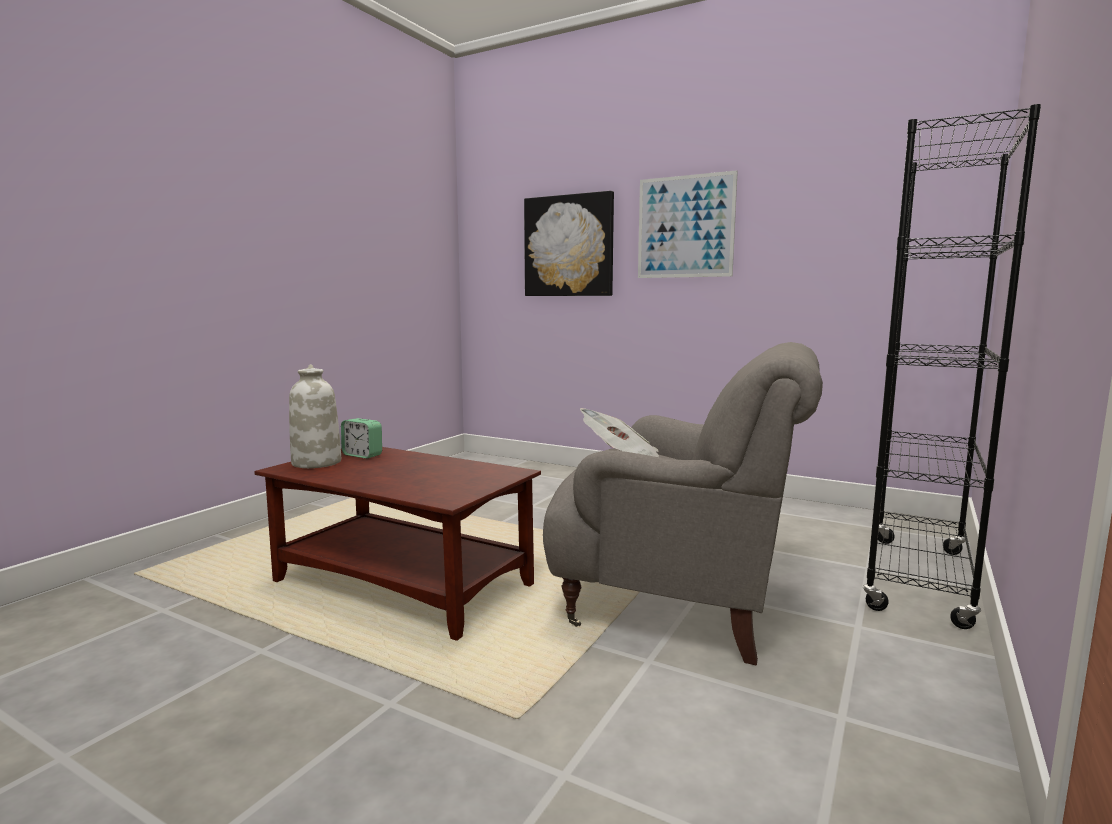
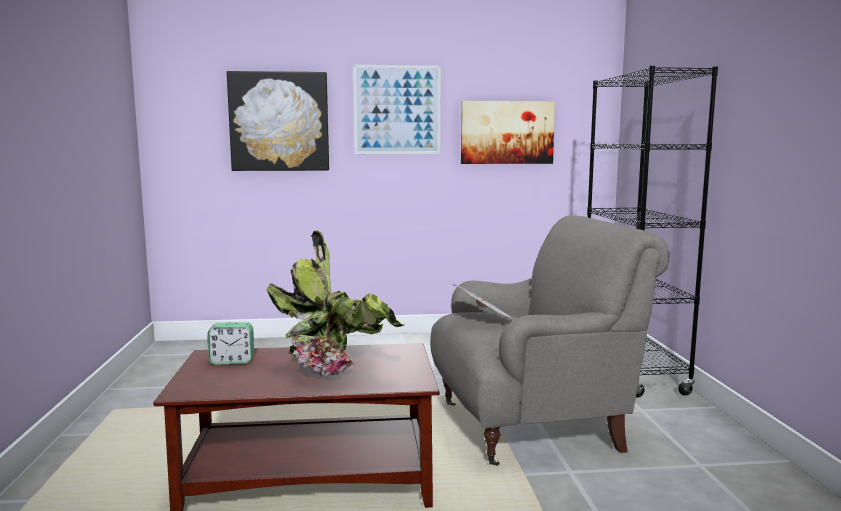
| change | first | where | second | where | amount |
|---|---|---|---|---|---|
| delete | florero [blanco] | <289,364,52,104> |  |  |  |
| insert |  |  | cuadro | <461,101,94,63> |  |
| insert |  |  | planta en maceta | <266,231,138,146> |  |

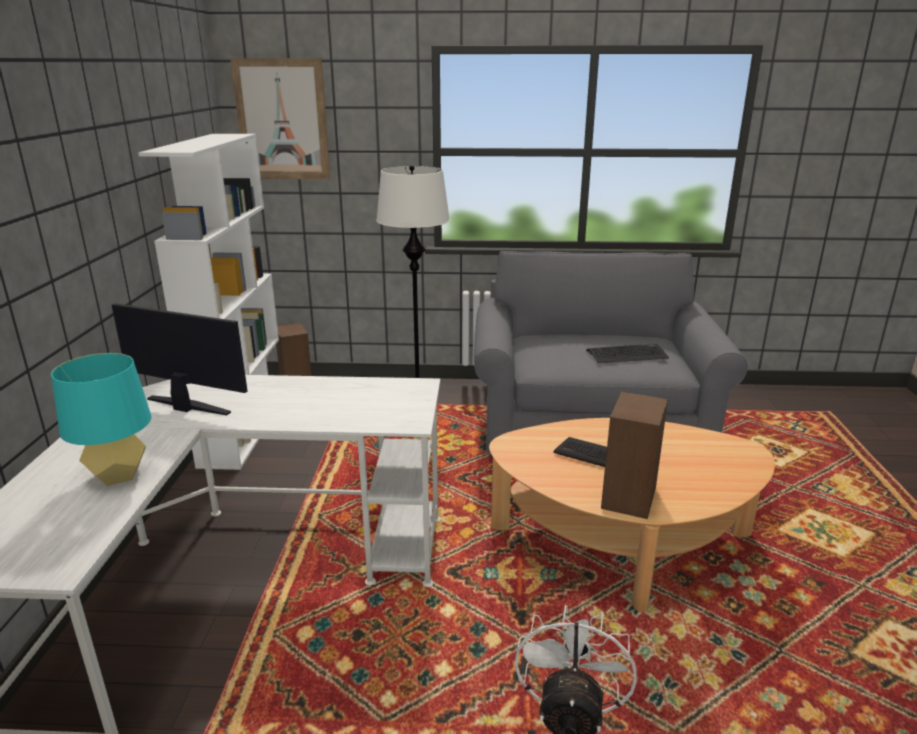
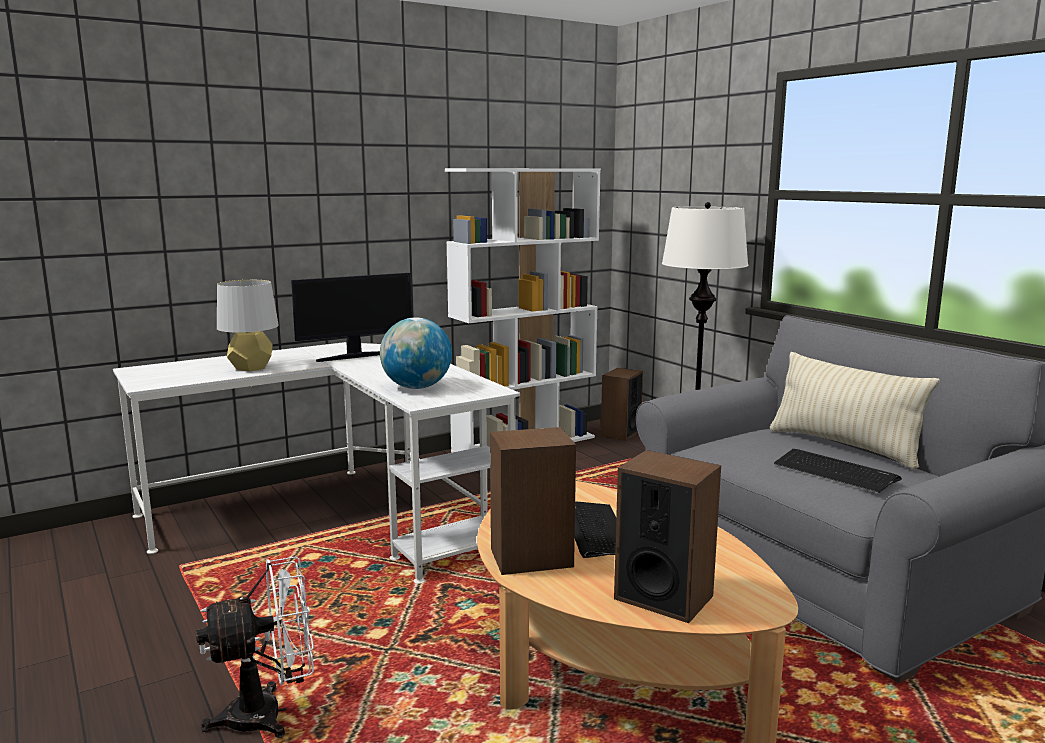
| change | first | where | second | where | amount |
|---|---|---|---|---|---|
| delete | cuadro | <230,58,100,121> |  |  |  |
| rotate | monitor | <112,303,136,112> |  | <291,273,121,89> | 75 degrees clockwise |
| recolor | lámpara de mesa [turquesa] | <51,353,101,133> | lámpara de mesa [gris] | <217,280,62,91> |  |
| insert |  |  | globo terráqueo | <380,318,72,71> |  |
| insert |  |  | cojín [beis] | <770,352,169,117> |  |
| insert |  |  | altavoz | <614,450,107,173> |  |

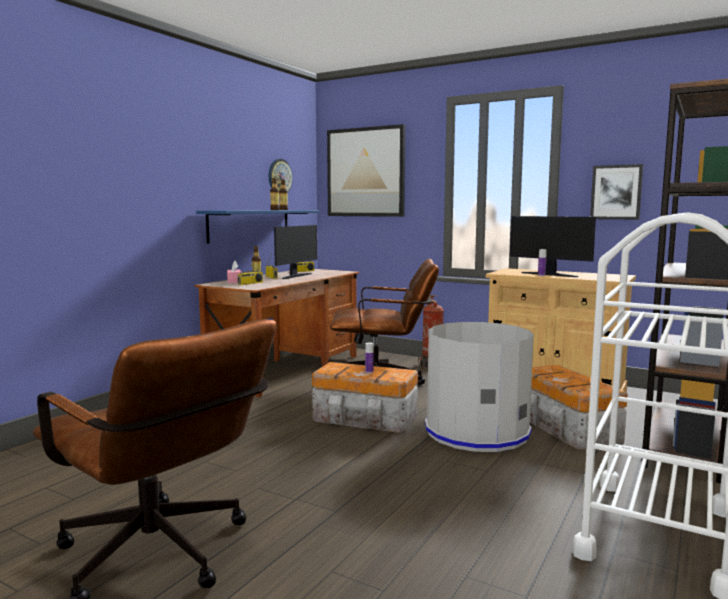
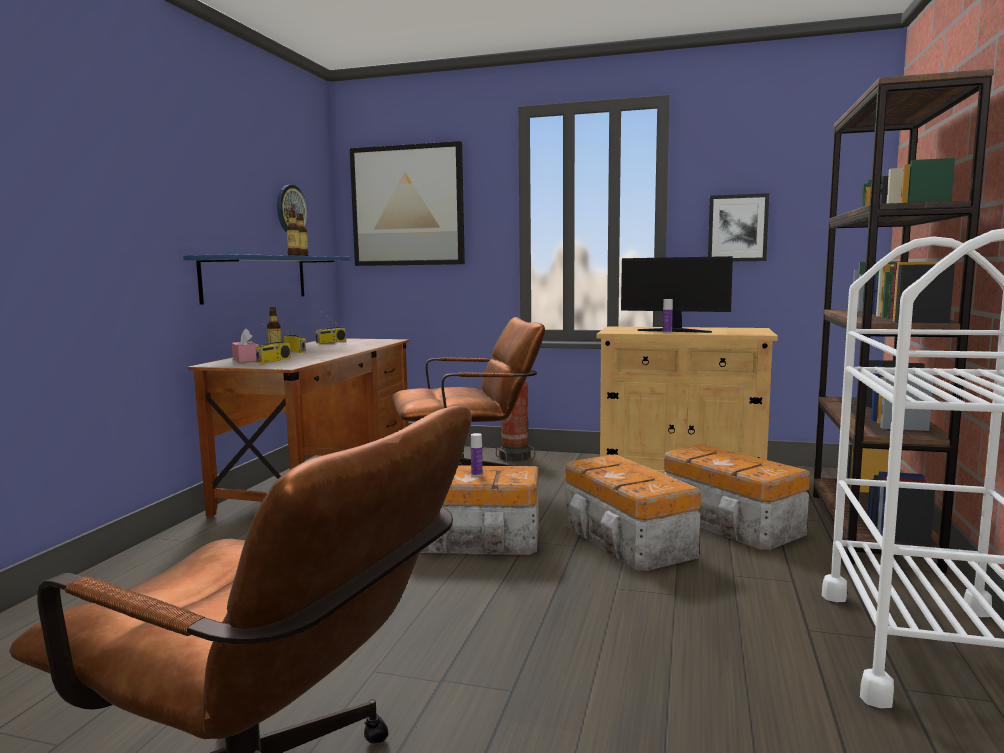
| change | first | where | second | where | amount |
|---|---|---|---|---|---|
| delete | monitor | <274,225,43,54> |  |  |  |
| replace | papelera [gris] | <425,322,109,130> | caja de almacenaje | <566,454,135,117> |  |

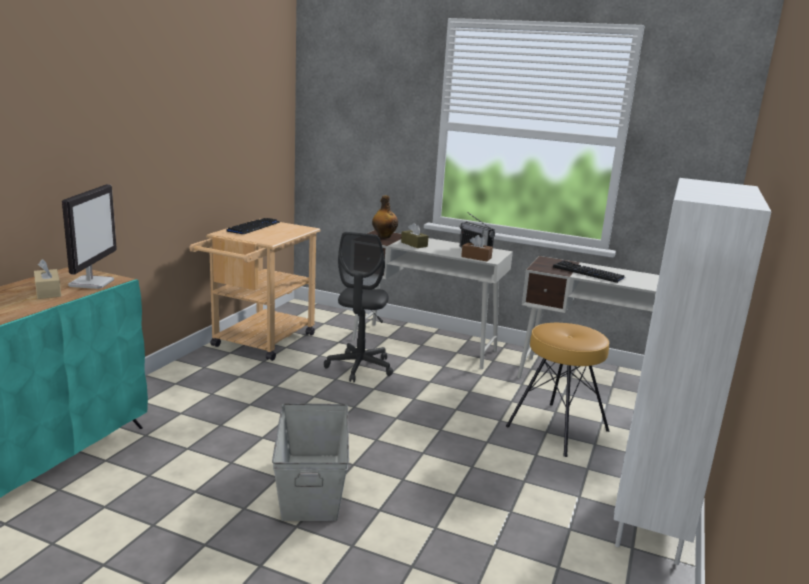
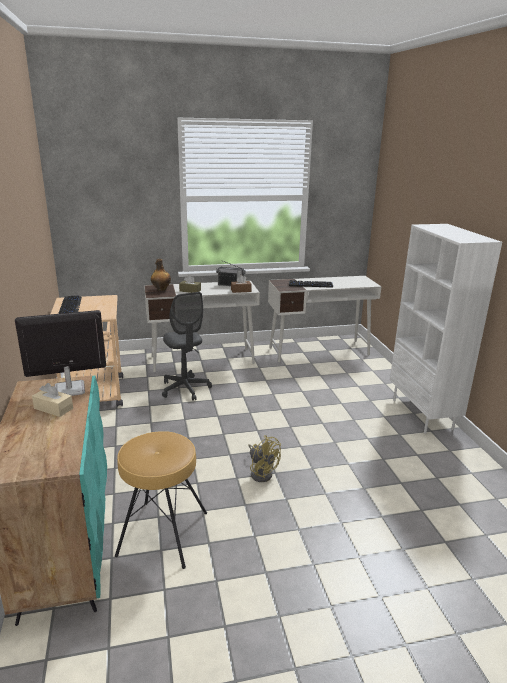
| change | first | where | second | where | amount |
|---|---|---|---|---|---|
| rotate | monitor | <62,184,55,105> |  | <15,310,91,86> | 75 degrees counterclockwise |
| move | taburete [marrón] | <506,323,103,134> |  | <115,431,92,138> |  |
| replace | caja de almacenaje [gris] | <272,403,77,118> | ventilador [amarillo] | <248,435,33,47> |  |

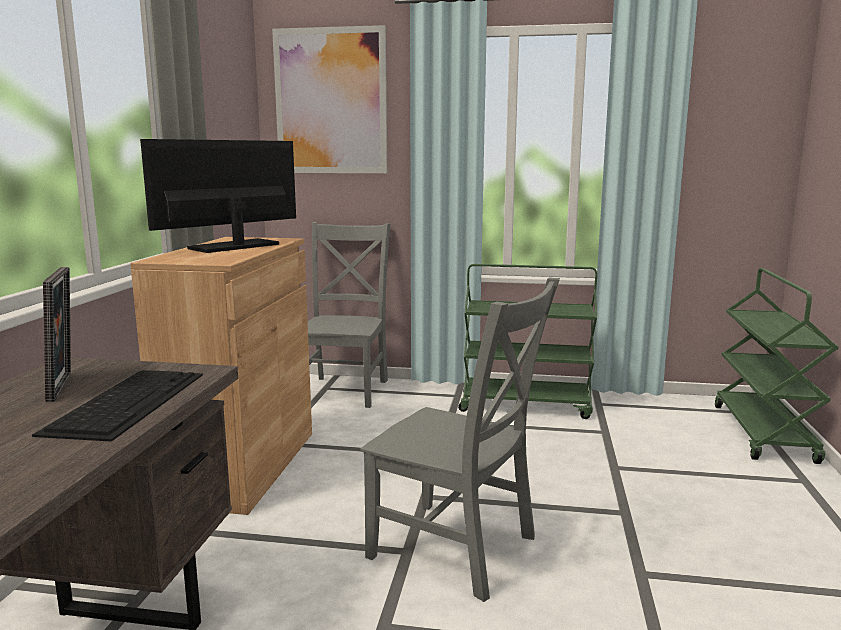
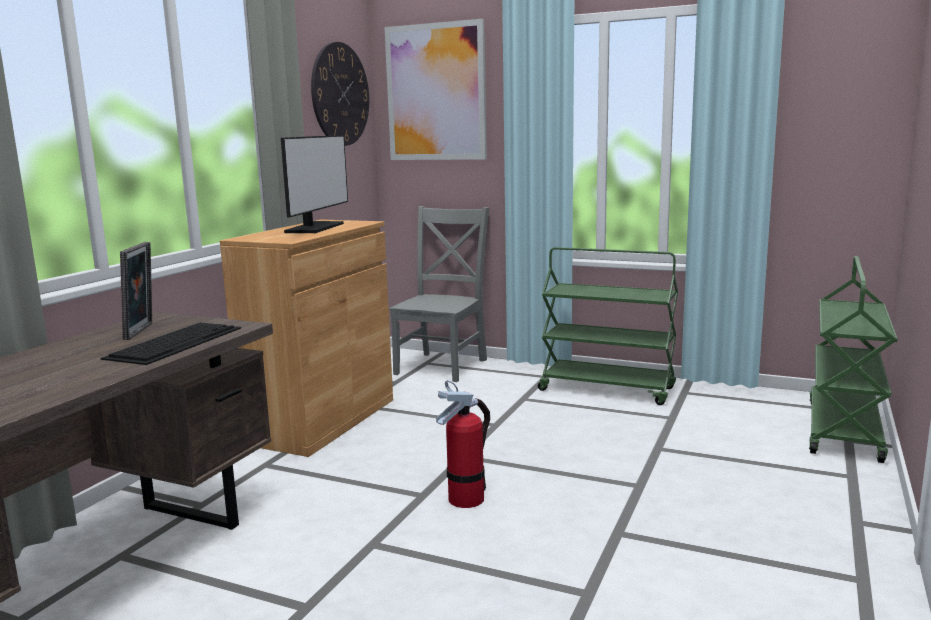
| change | first | where | second | where | amount |
|---|---|---|---|---|---|
| rotate | monitor | <140,139,156,114> |  | <281,135,67,98> | 135 degrees clockwise |
| replace | silla [gris] | <361,278,199,324> | extintor | <436,380,54,128> |  |
| insert |  |  | reloj de pared | <311,42,58,104> |  |

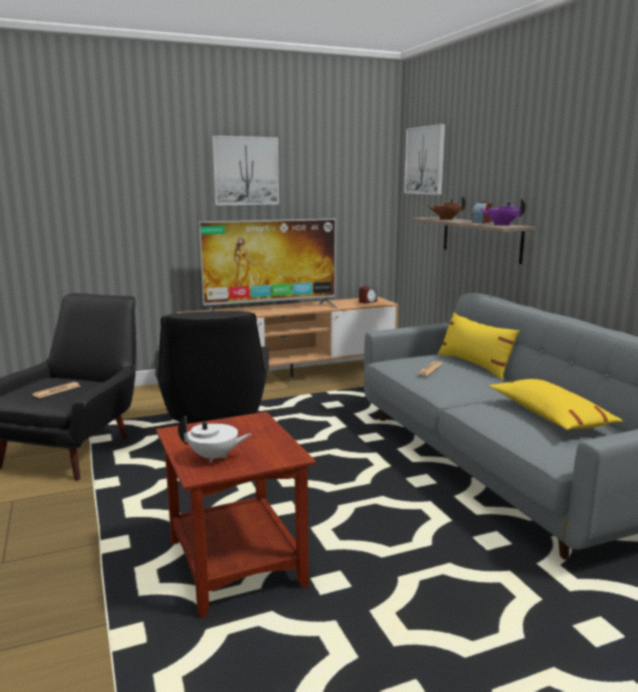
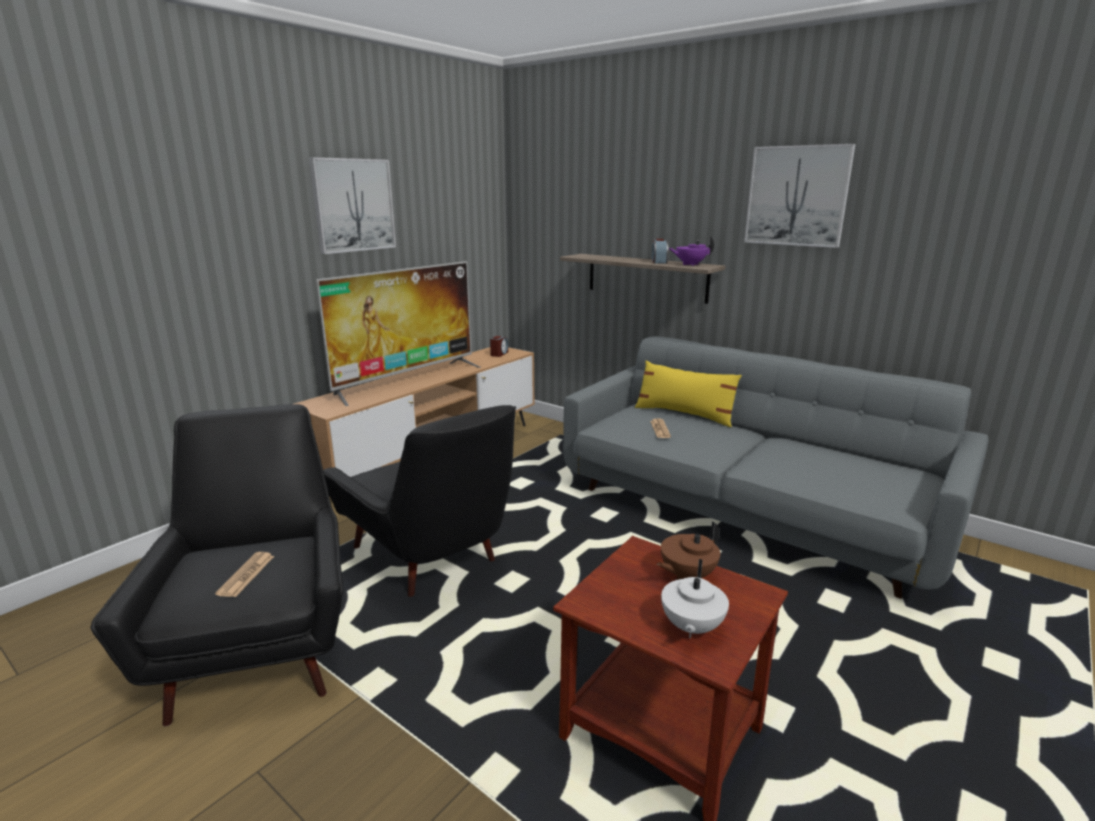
| change | first | where | second | where | amount |
|---|---|---|---|---|---|
| move | cuadro | <404,124,41,71> |  | <744,144,111,104> |  |
| move | tetera [marrón] | <427,196,39,24> |  | <657,522,63,58> |  |
| delete | cojín [amarillo] | <489,379,134,51> |  |  |  |
| rotate | tetera [blanco] | <178,416,74,47> |  | <661,559,68,79> | 135 degrees clockwise |

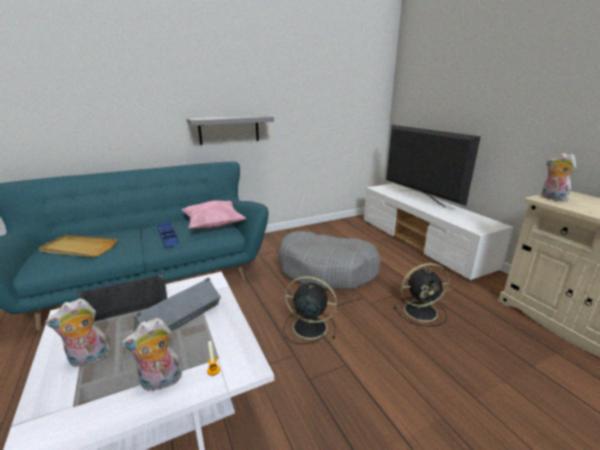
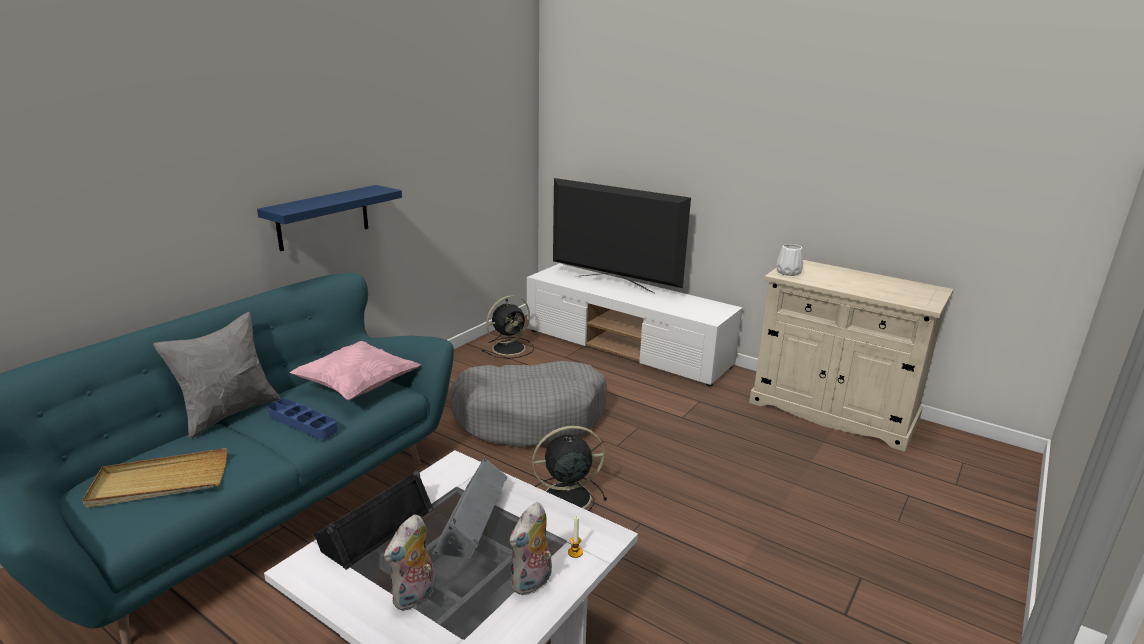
| change | first | where | second | where | amount |
|---|---|---|---|---|---|
| recolor | estante [gris] | <187,115,87,30> | estante [azul] | <257,185,145,66> |  |
| replace | peluche | <542,153,34,49> | florero [blanco] | <776,244,27,32> |  |
| move | ventilador [negro] | <394,263,55,64> |  | <482,295,52,64> |  |
| insert |  |  | cojín [gris] | <153,312,128,127> |  |

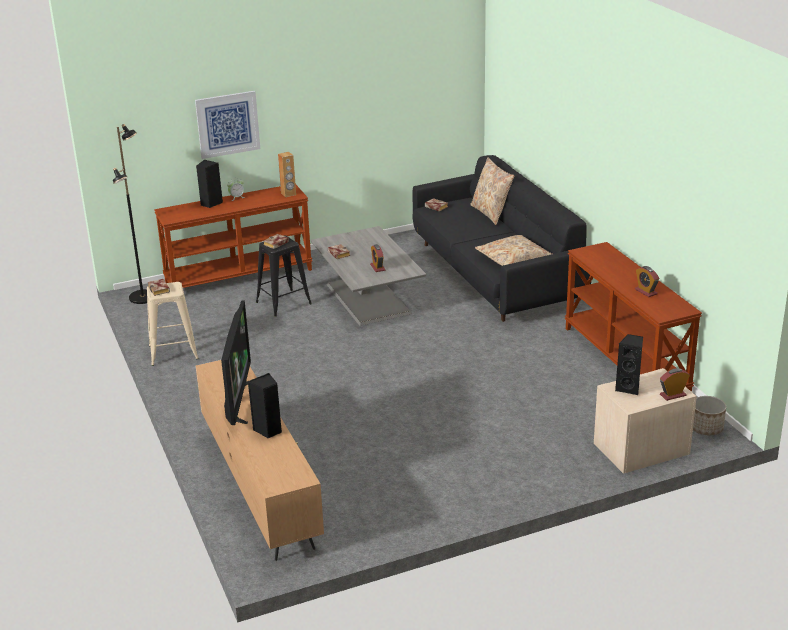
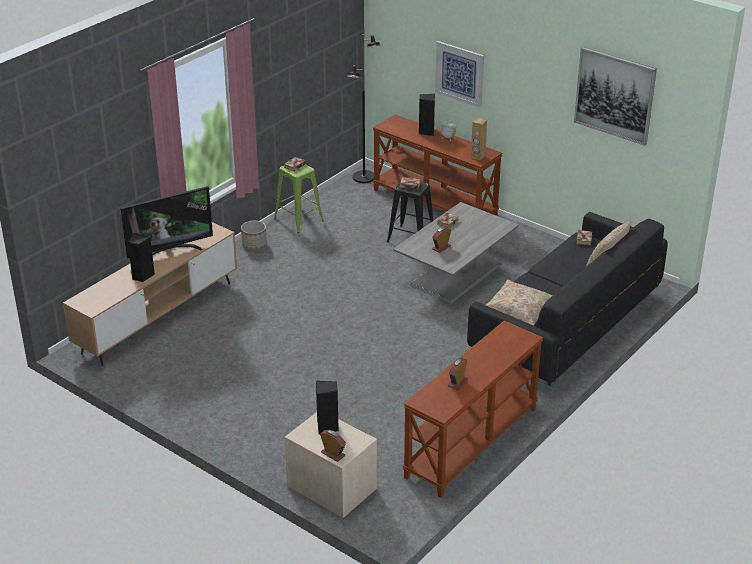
| change | first | where | second | where | amount |
|---|---|---|---|---|---|
| recolor | taburete [beis] | <147,282,52,84> | taburete [verde] | <274,164,50,69> |  |
| move | maceta | <693,396,33,39> |  | <241,221,26,29> |  |
| insert |  |  | cuadro | <574,47,83,99> |  |

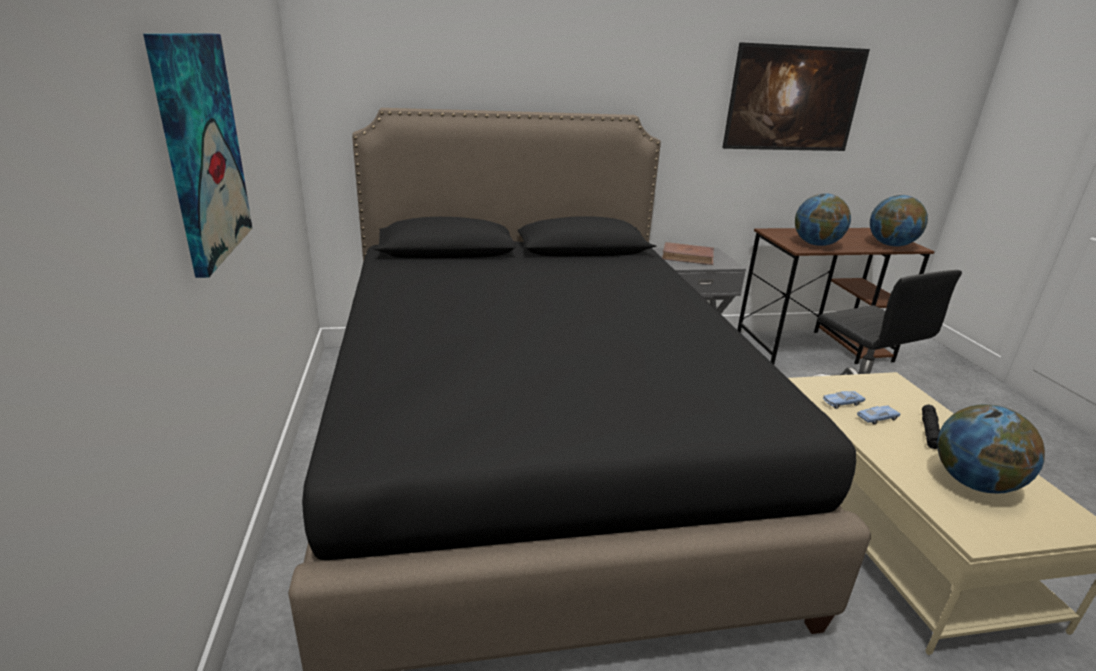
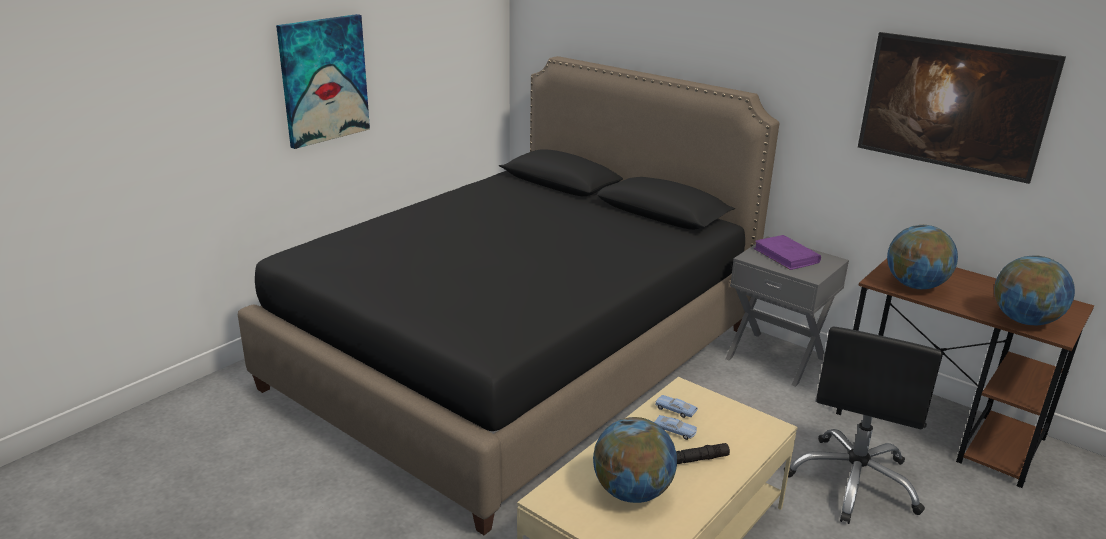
| change | first | where | second | where | amount |
|---|---|---|---|---|---|
| recolor | libro [marrón] | <662,242,52,23> | libro [morado] | <754,235,67,35> |  |

